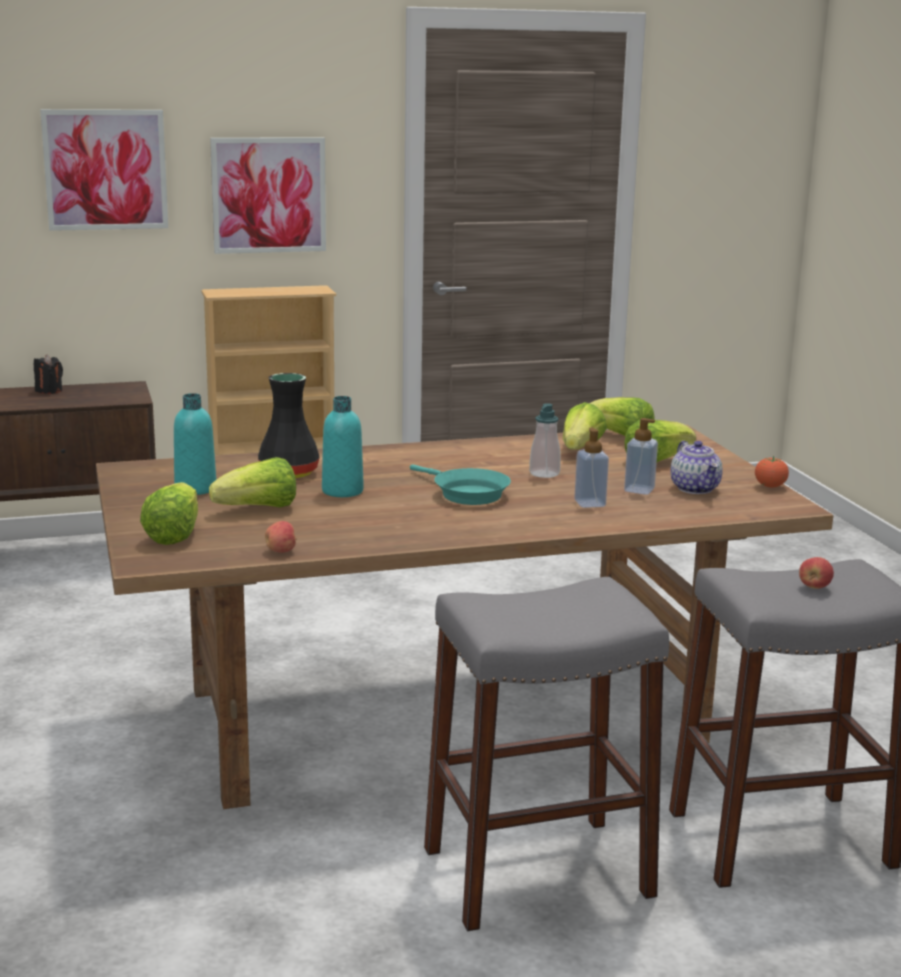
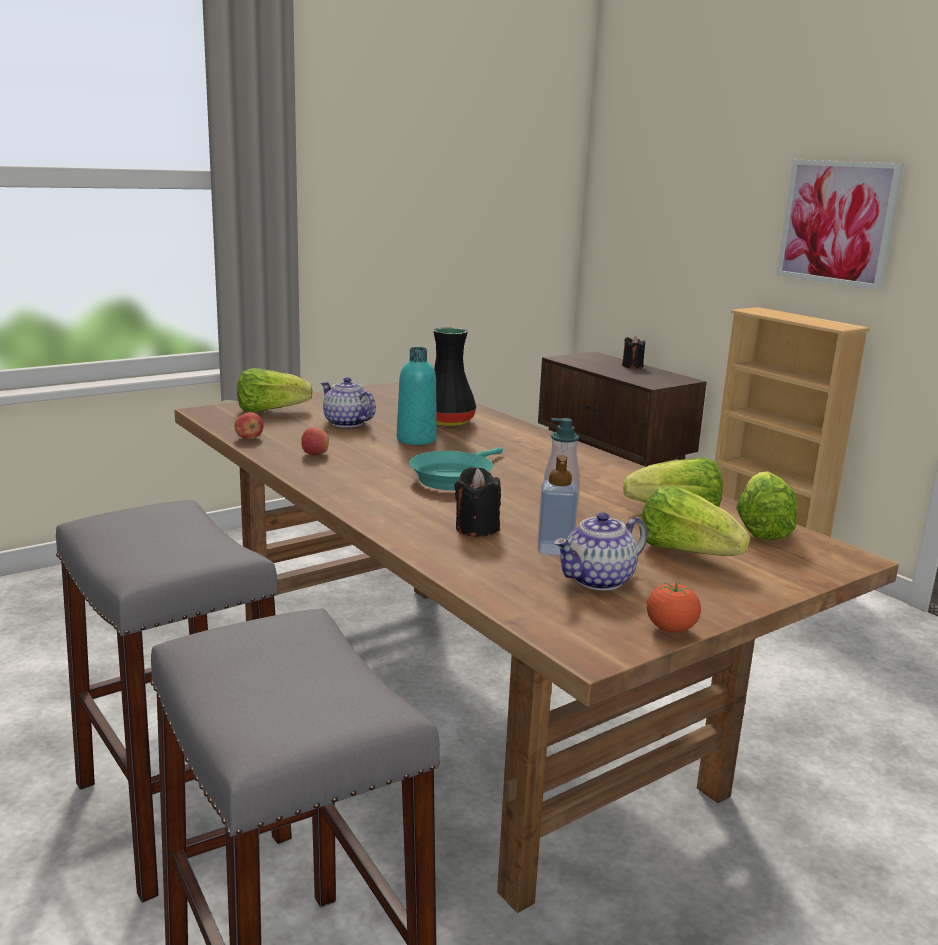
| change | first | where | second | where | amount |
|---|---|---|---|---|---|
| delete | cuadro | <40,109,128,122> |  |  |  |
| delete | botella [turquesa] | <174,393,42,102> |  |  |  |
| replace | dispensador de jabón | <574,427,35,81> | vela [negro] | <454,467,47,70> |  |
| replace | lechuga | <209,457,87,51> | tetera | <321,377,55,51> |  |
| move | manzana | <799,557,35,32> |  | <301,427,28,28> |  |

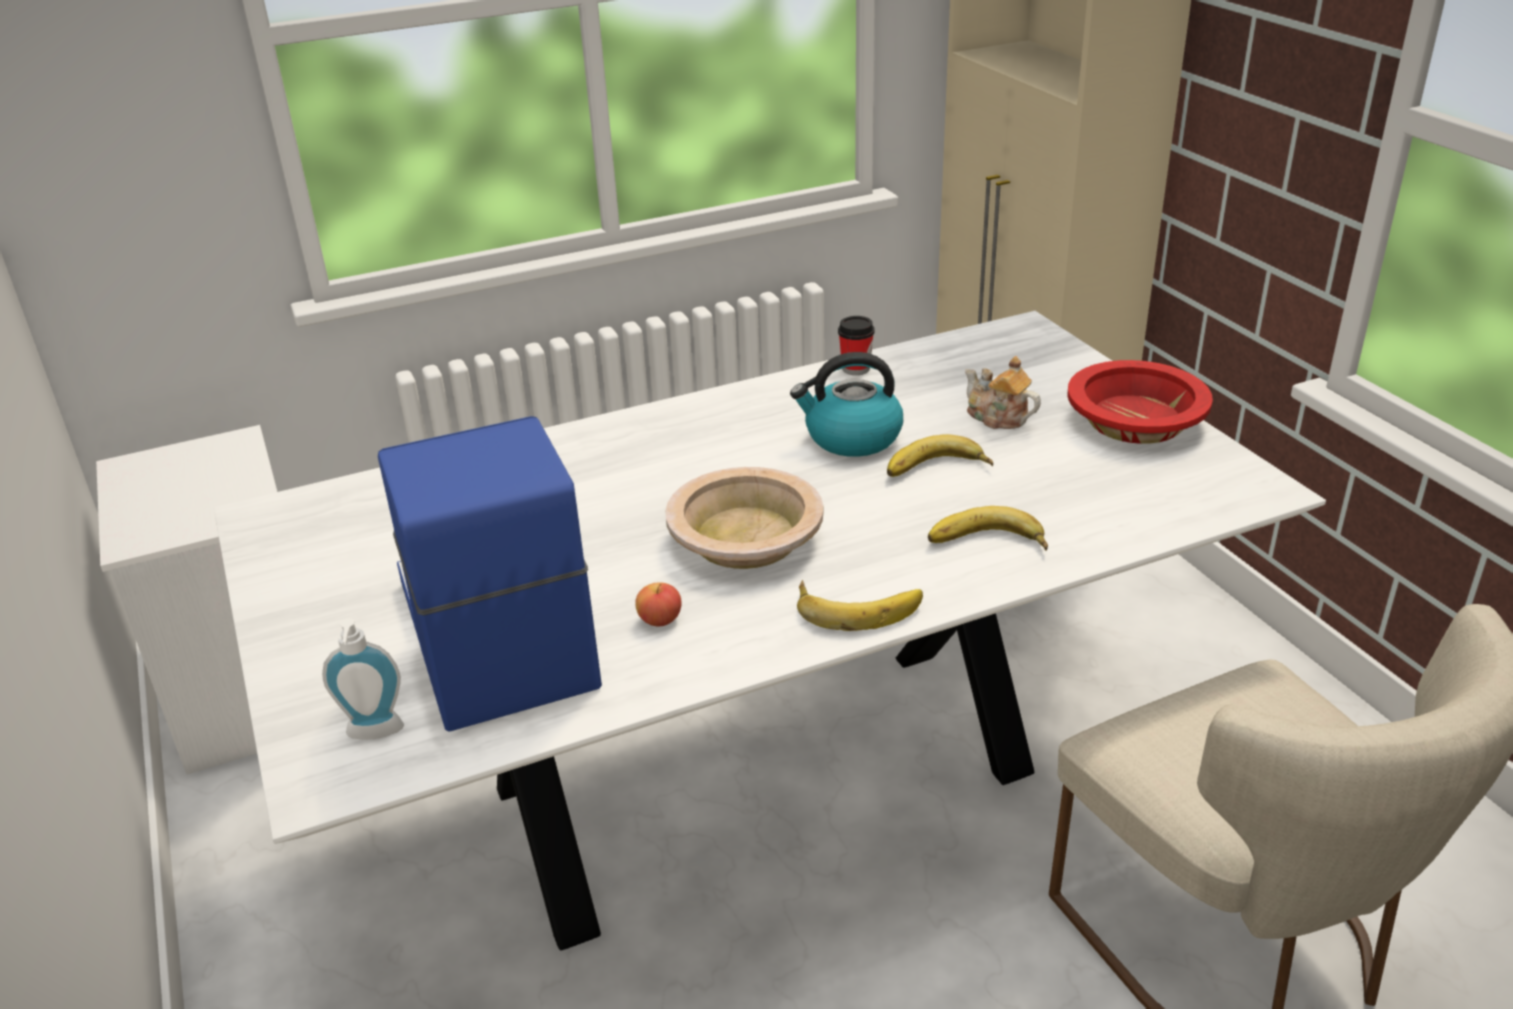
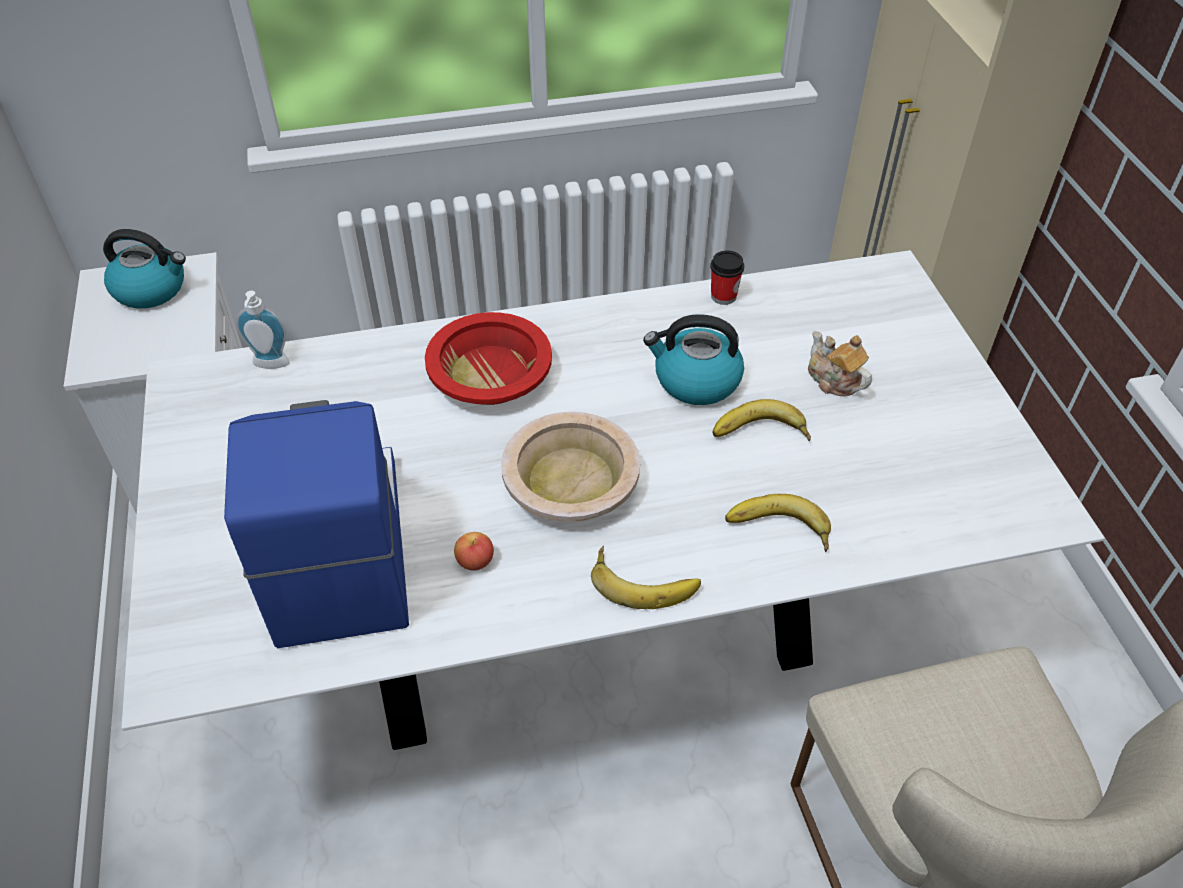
| change | first | where | second | where | amount |
|---|---|---|---|---|---|
| move | cuenco [rojo] | <1067,360,146,84> |  | <425,312,127,93> |  |
| move | dispensador de jabón | <322,618,82,122> |  | <236,290,54,79> |  |
| insert |  |  | hervidor | <103,229,83,80> |  |

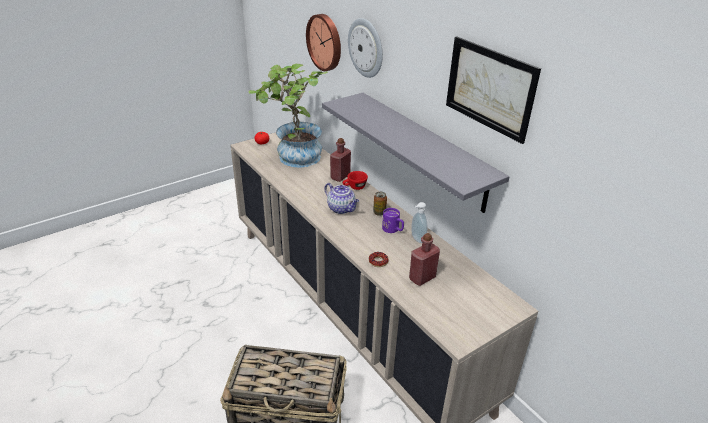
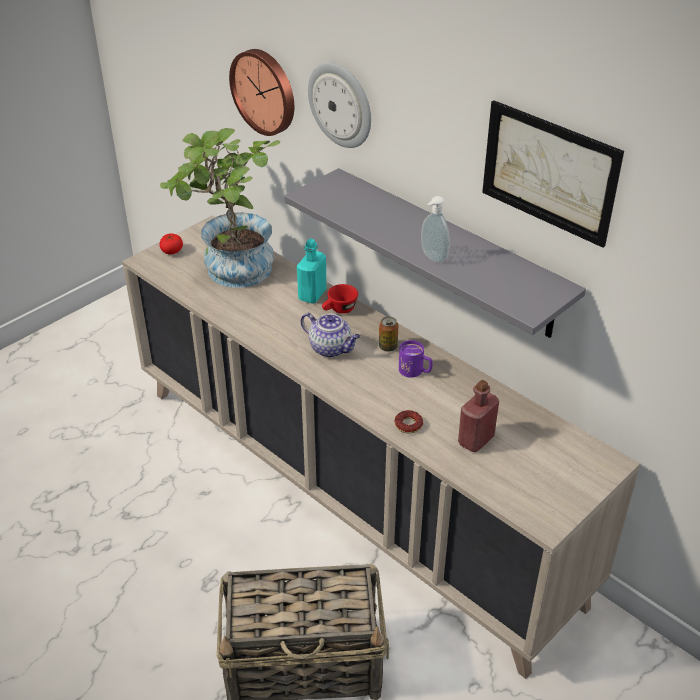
| change | first | where | second | where | amount |
|---|---|---|---|---|---|
| recolor | botella [rojo] | <330,138,21,44> | botella [turquesa] | <297,238,29,66> |  |
| move | dispensador de jabón | <411,202,16,41> |  | <421,196,29,67> |  |

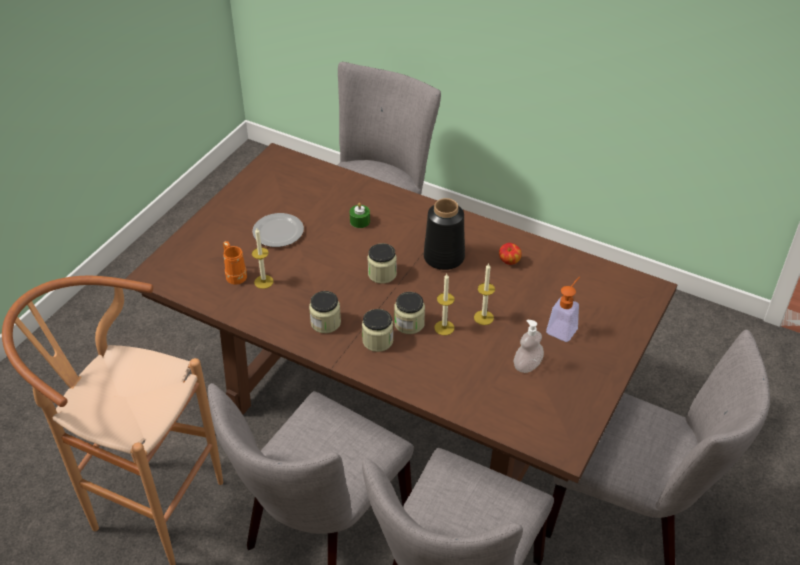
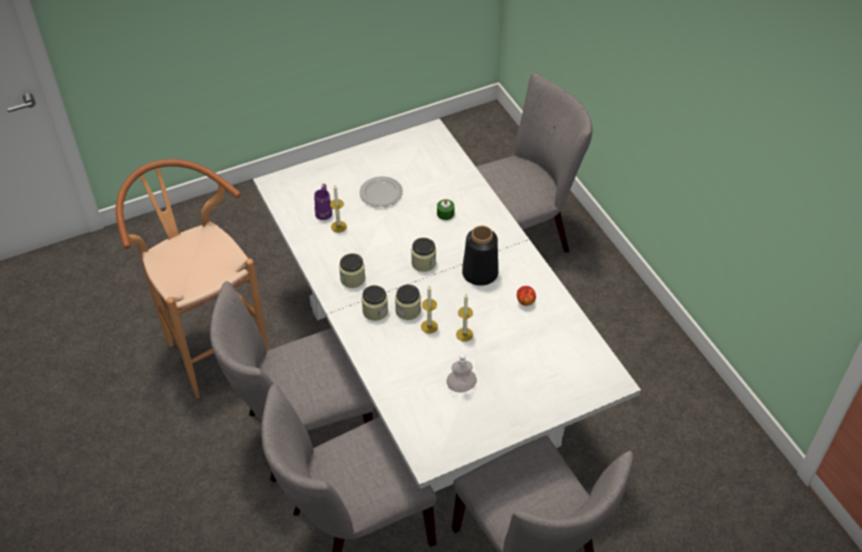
| change | first | where | second | where | amount |
|---|---|---|---|---|---|
| recolor | mesa de comedor [marrón] | <125,143,552,340> | mesa de comedor [blanco] | <253,118,388,374> |  |
| recolor | taza grande [naranja] | <223,241,24,44> | taza grande [morado] | <314,184,18,36> |  |
| delete | dispensador de jabón | <546,277,34,65> |  |  |  |

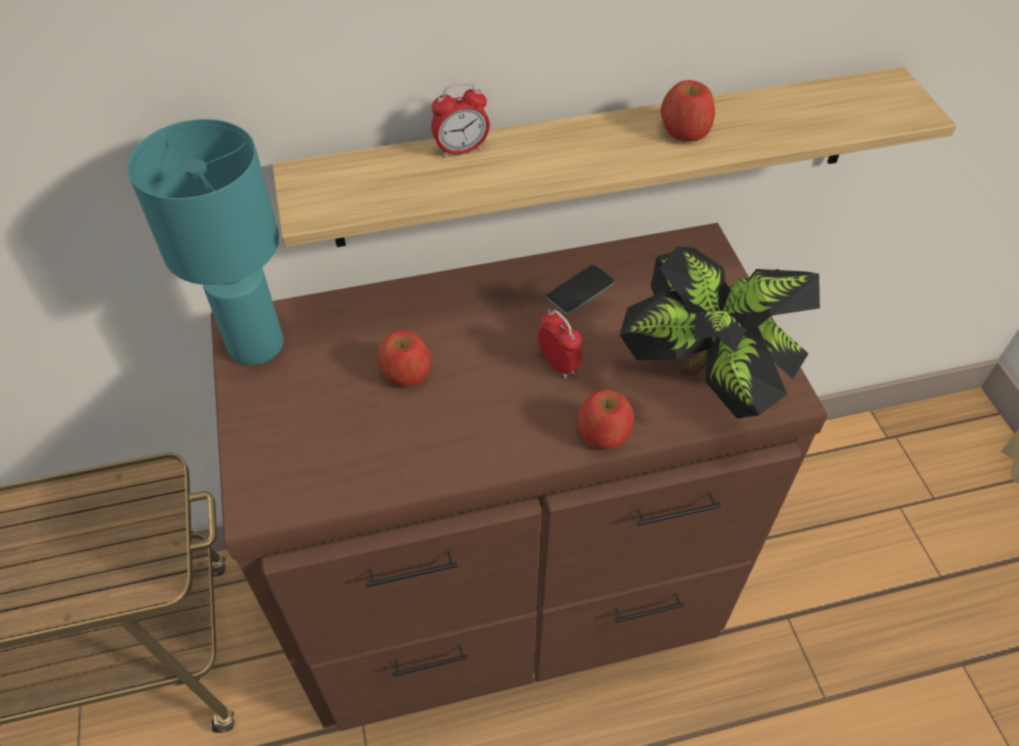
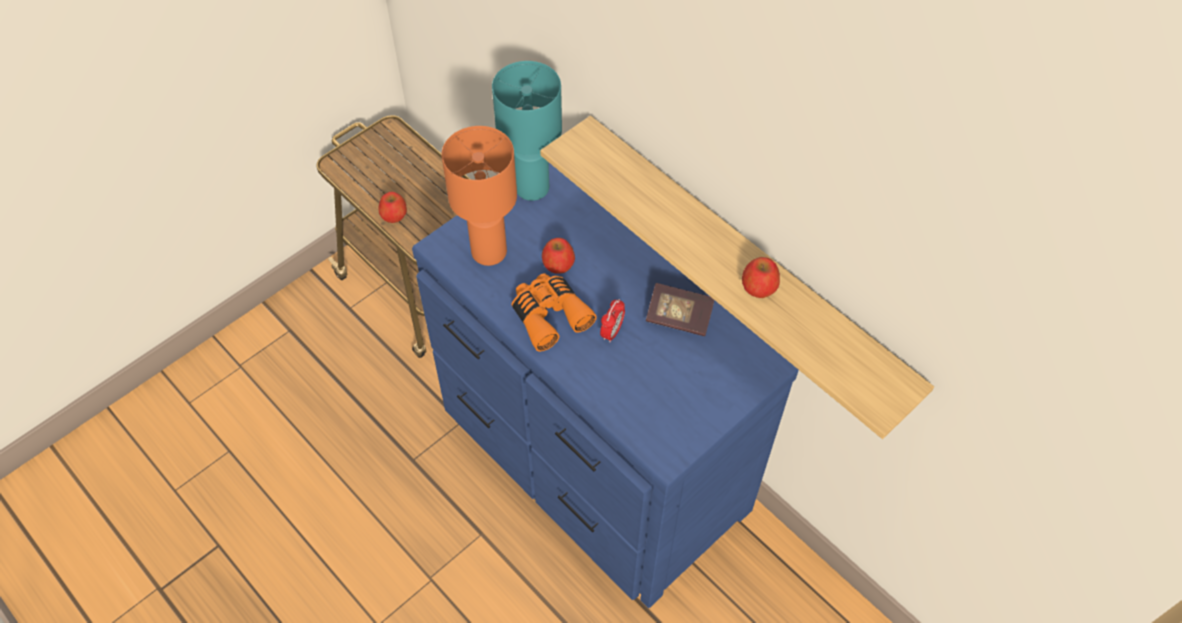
| change | first | where | second | where | amount |
|---|---|---|---|---|---|
| delete | despertador | <431,82,59,75> |  |  |  |
| recolor | cómoda [marrón] | <211,223,616,508> | cómoda [azul] | <412,163,387,445> |  |
| delete | planta en maceta | <620,247,200,172> |  |  |  |
| replace | móvil | <547,265,67,49> | libro | <646,283,69,53> |  |
| move | manzana | <577,390,57,60> |  | <378,192,29,31> |  |
| insert |  |  | lámpara de mesa [naranja] | <442,126,75,140> |  |
| insert |  |  | prismáticos [naranja] | <511,273,86,79> |  |

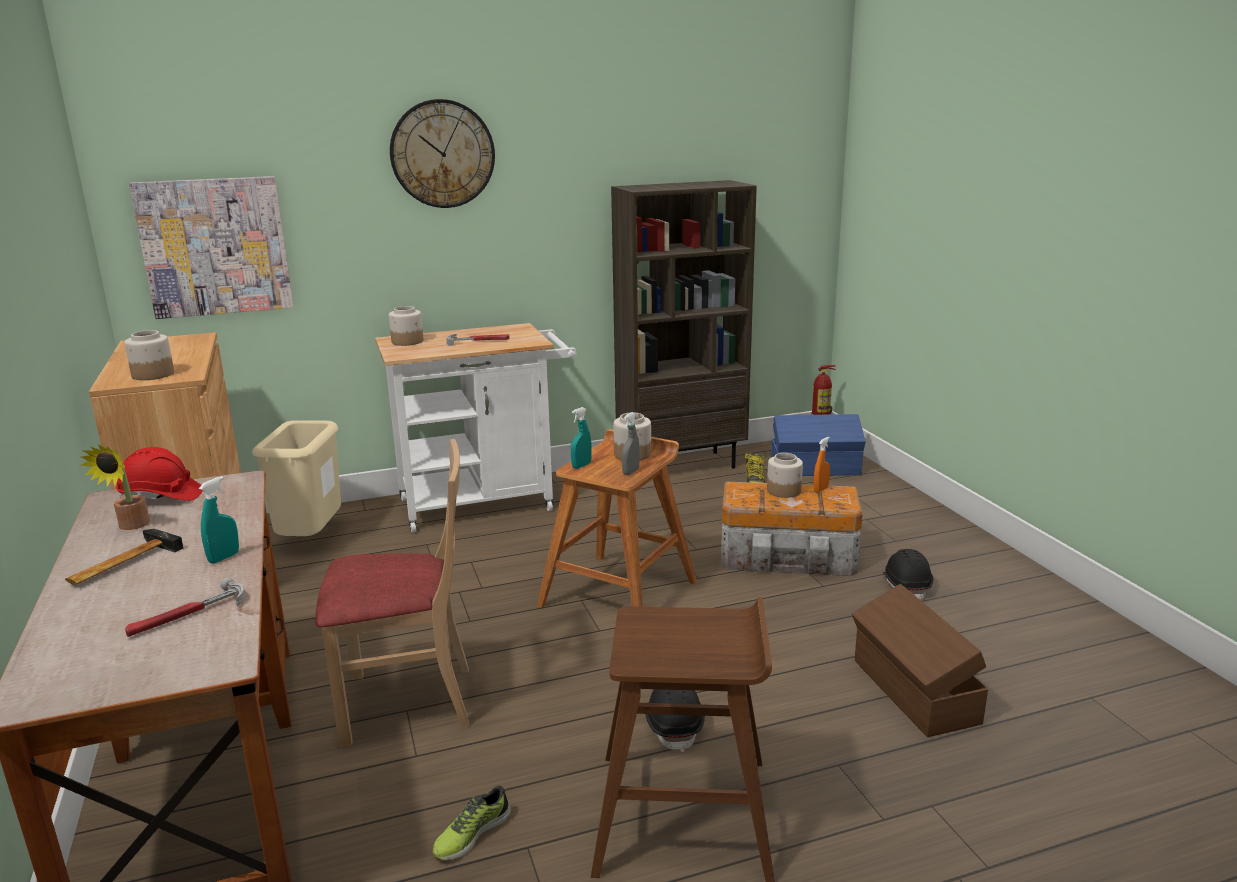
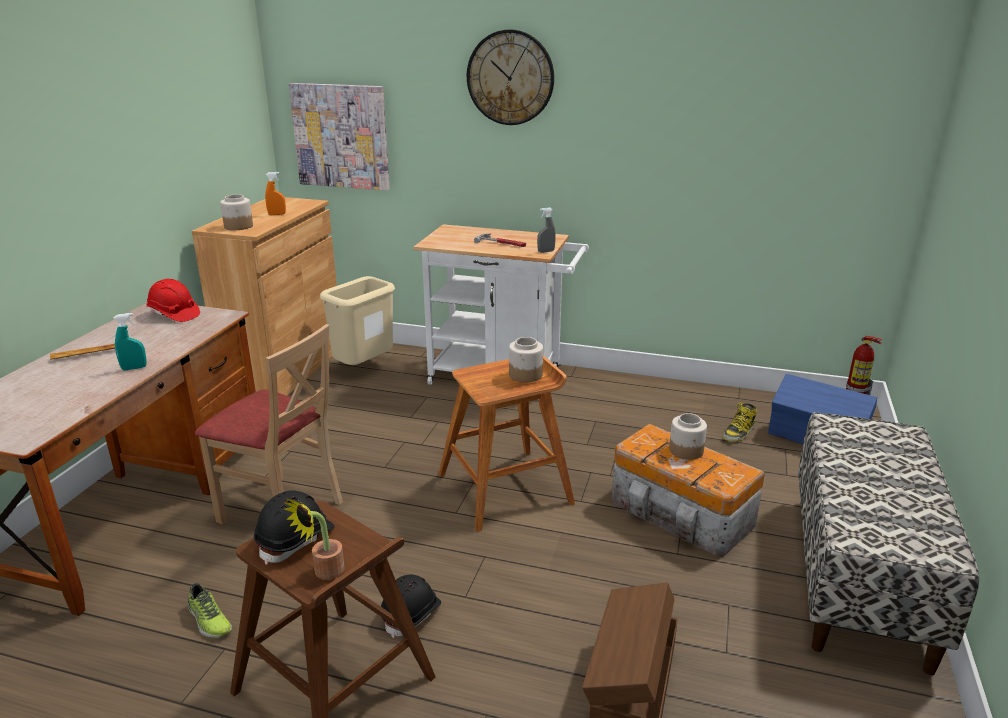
| change | first | where | second | where | amount |
|---|---|---|---|---|---|
| delete | estantería [marrón] | <611,180,146,289> |  |  |  |
| delete | tarro | <389,306,34,40> |  |  |  |
| delete | pulverizador [turquesa] | <571,407,21,62> |  |  |  |
| move | pulverizador [gris] | <622,412,18,63> |  | <537,208,19,45> |  |
| move | pulverizador [naranja] | <813,437,17,56> |  | <265,172,21,43> |  |
| move | planta en maceta | <81,445,69,85> |  | <283,498,62,82> |  |
| move | casco [negro] | <883,549,50,51> |  | <254,490,81,75> |  |
| delete | martillo | <125,578,120,59> |  |  |  |
| rotate | zapato | <433,786,78,74> |  | <188,583,44,55> | 120 degrees counterclockwise |
| insert |  |  | banco | <798,412,181,263> |  |

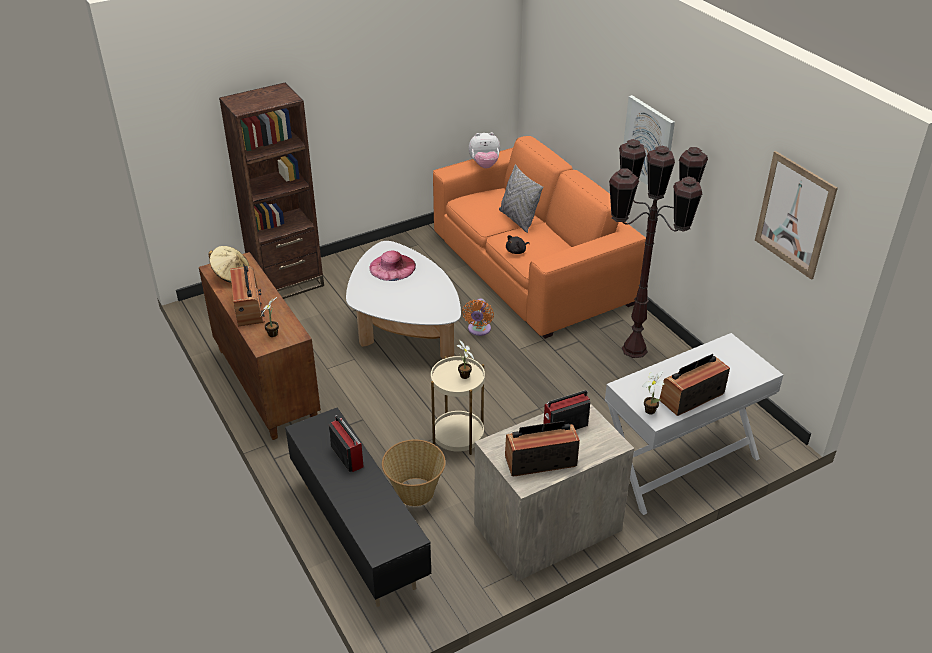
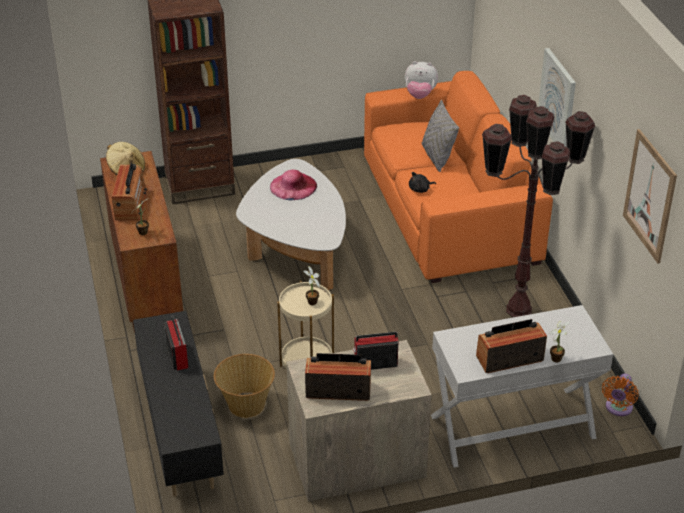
| change | first | where | second | where | amount |
|---|---|---|---|---|---|
| move | ventilador [naranja] | <462,298,32,38> |  | <602,374,37,42> |  |
| move | planta en maceta | <642,371,22,43> |  | <549,321,21,42> |  |

